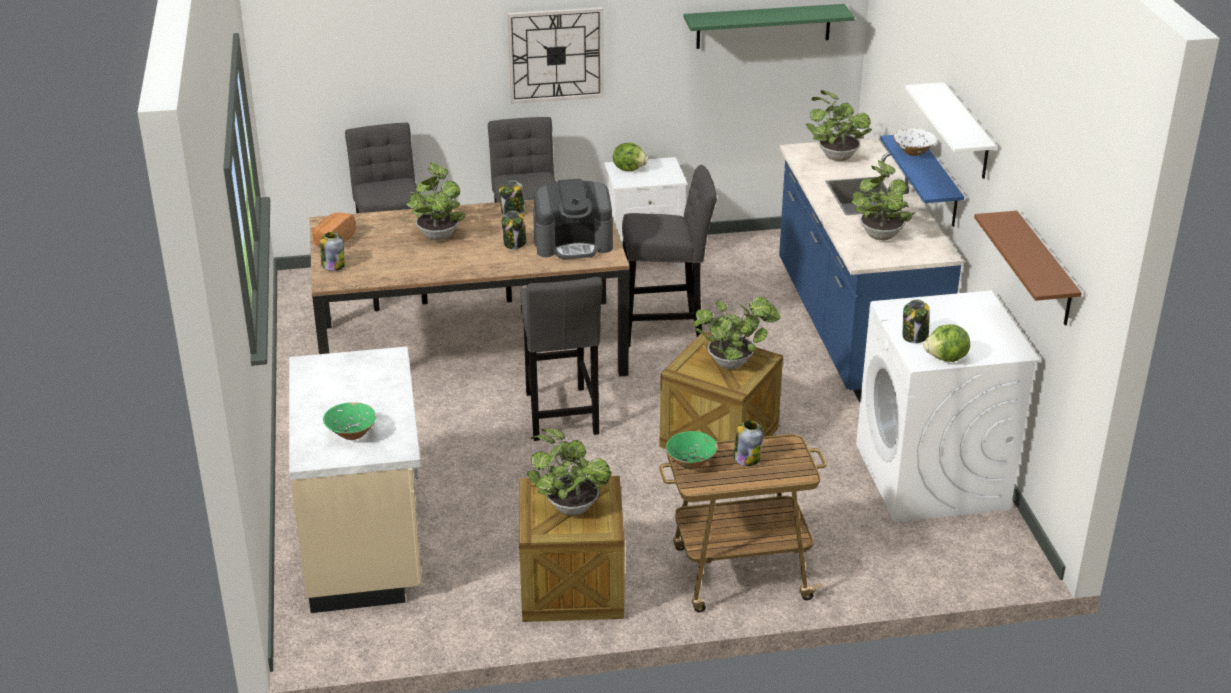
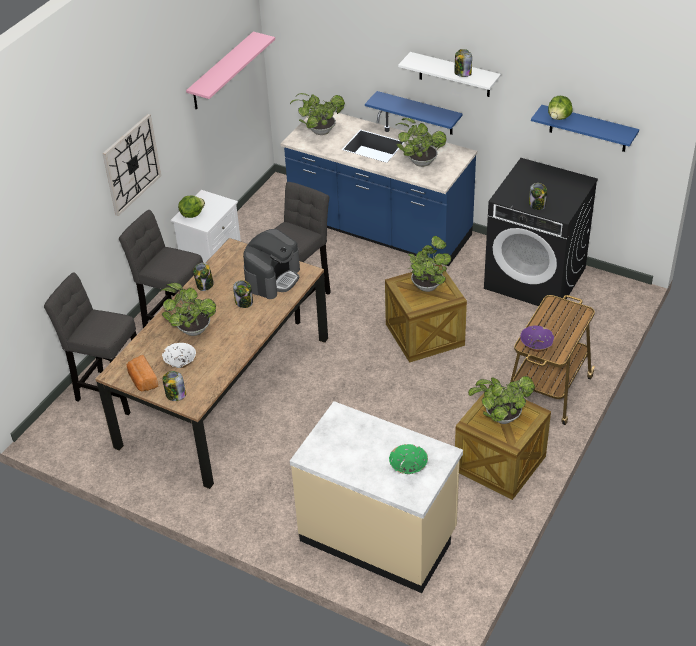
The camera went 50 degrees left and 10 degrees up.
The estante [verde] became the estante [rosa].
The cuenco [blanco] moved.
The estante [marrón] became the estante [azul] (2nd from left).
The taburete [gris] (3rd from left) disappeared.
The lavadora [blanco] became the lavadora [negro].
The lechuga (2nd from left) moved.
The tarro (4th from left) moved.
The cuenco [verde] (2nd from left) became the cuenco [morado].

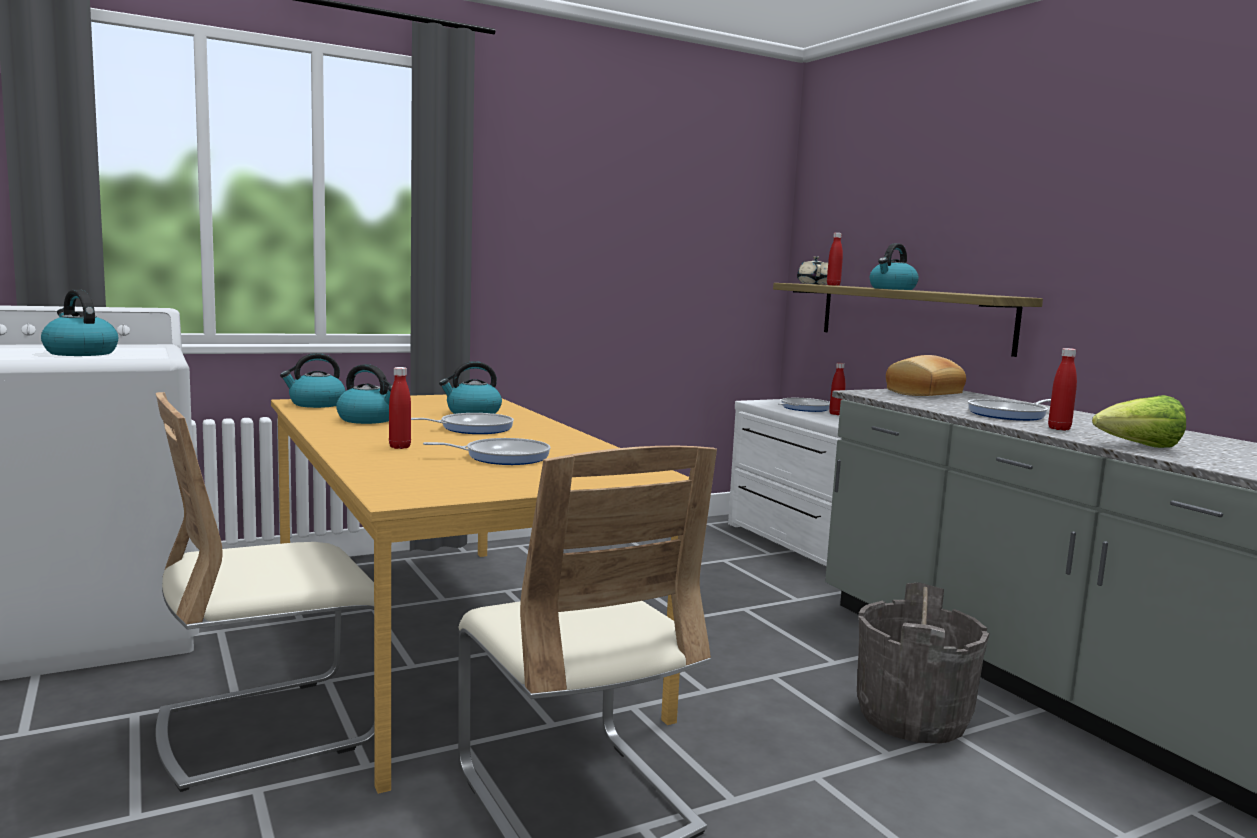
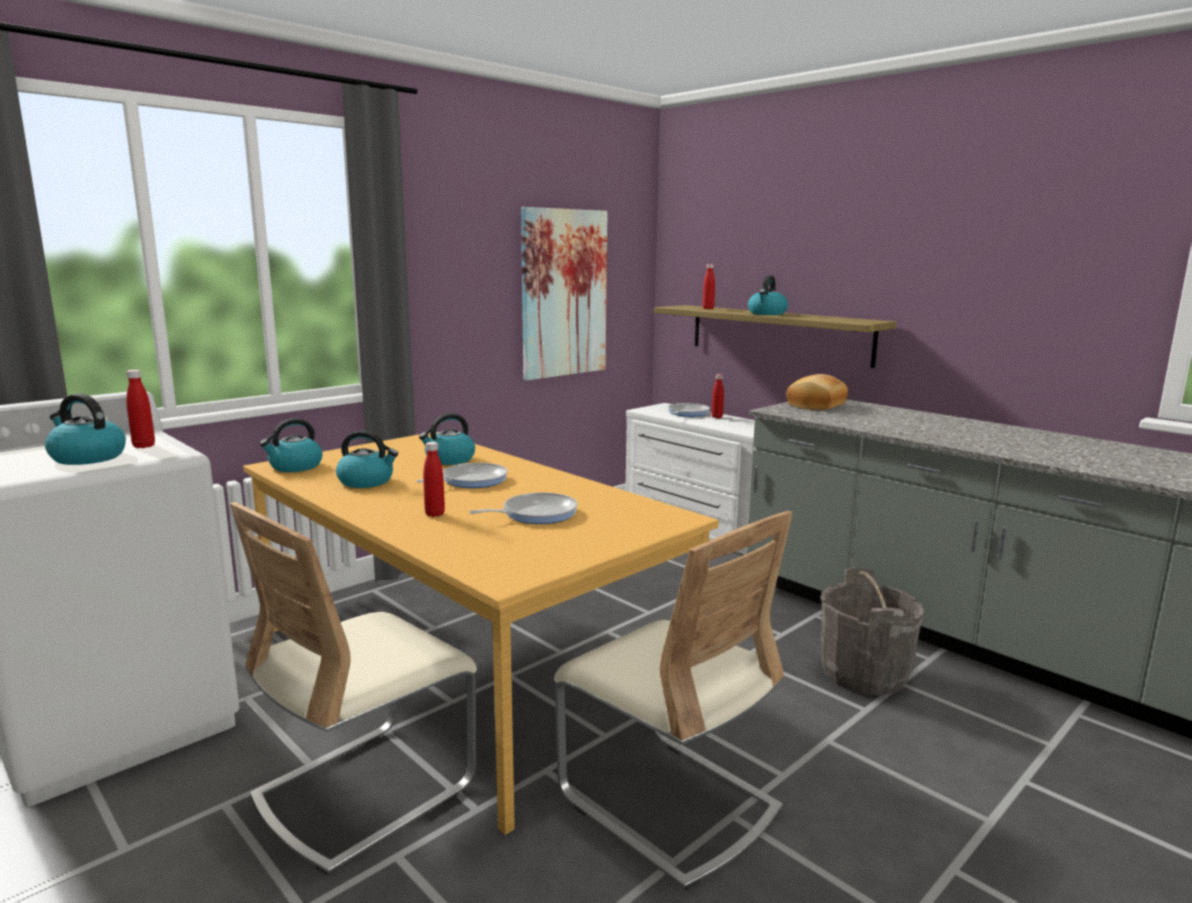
The camera went 15 degrees left and 5 degrees up.
The tetera [beis] disappeared.
The botella [rojo] (4th from left in the first image) moved.
The lechuga disappeared.
The sartén (4th from left) disappeared.
The cuadro appeared.

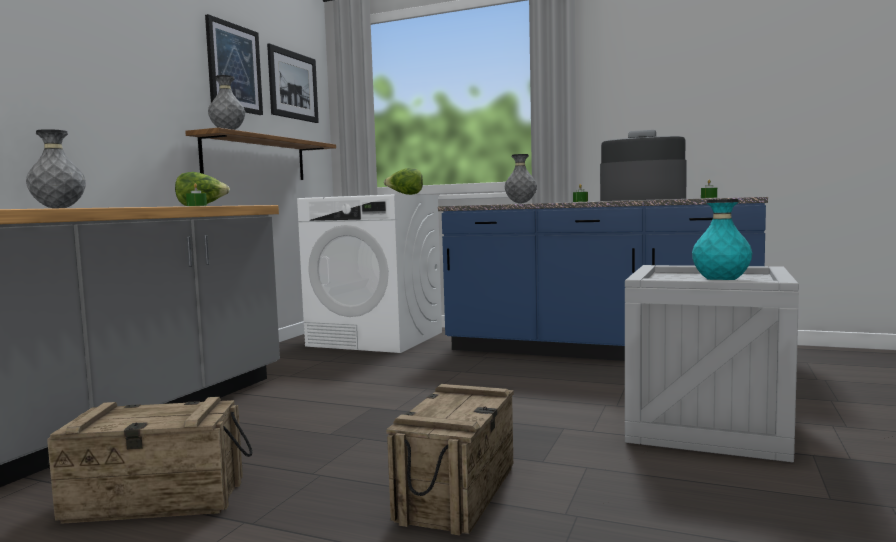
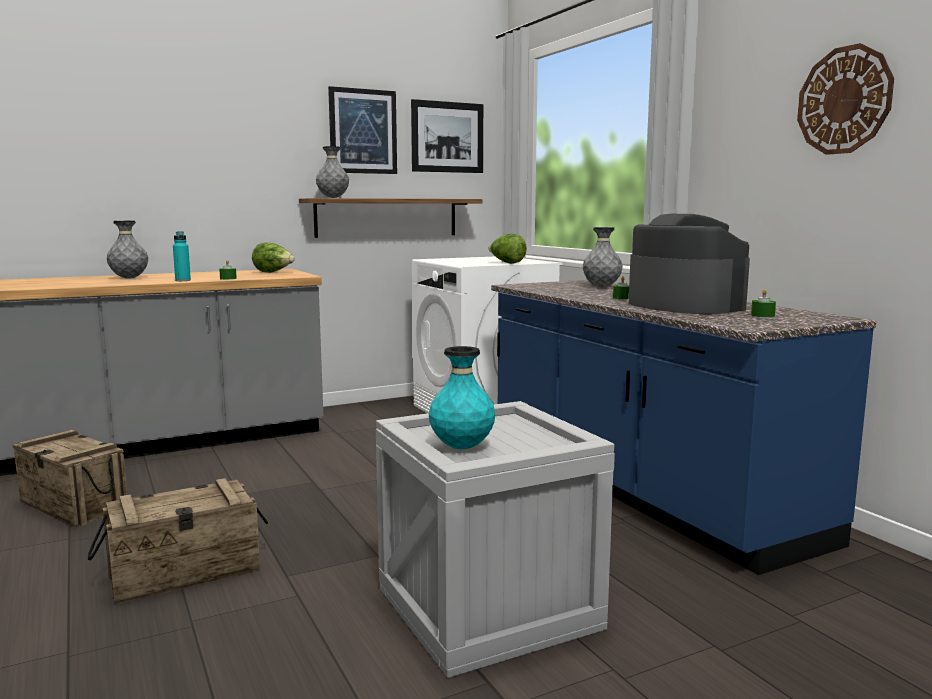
The camera went 40 degrees right and 5 degrees up.
The reloj de pared appeared.
The botella [turquesa] appeared.

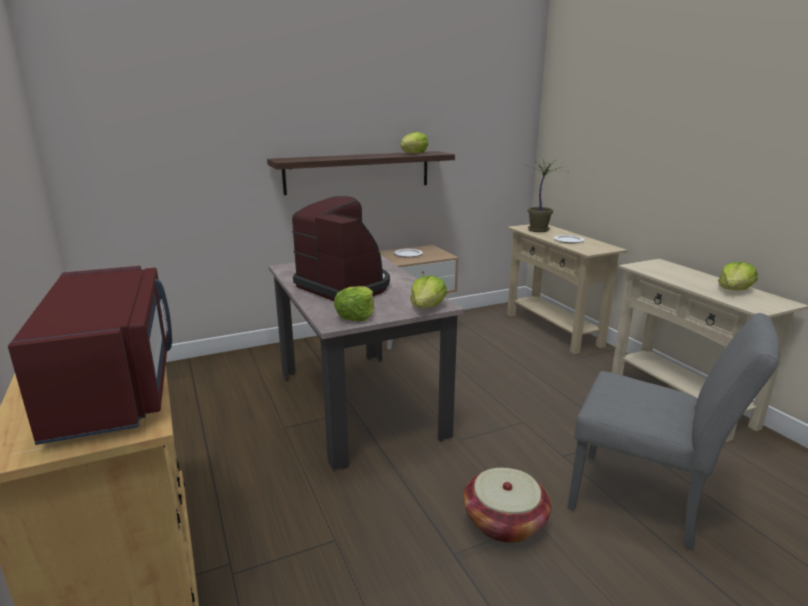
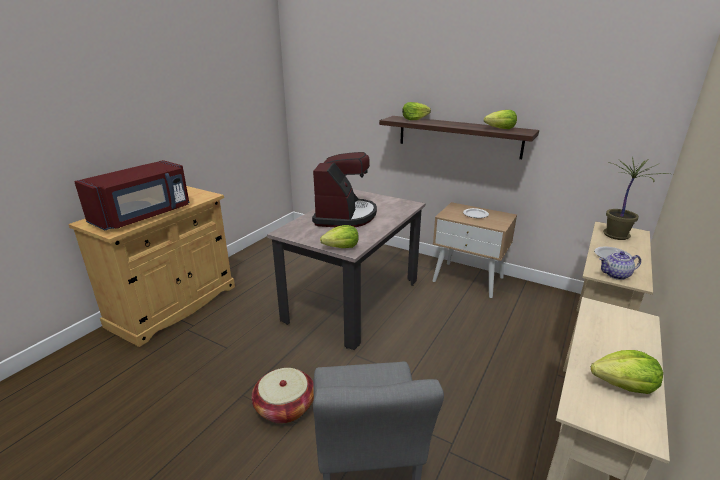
The camera went 55 degrees right and 5 degrees up.
The lechuga (1st from left in the first image) moved.
The tetera appeared.

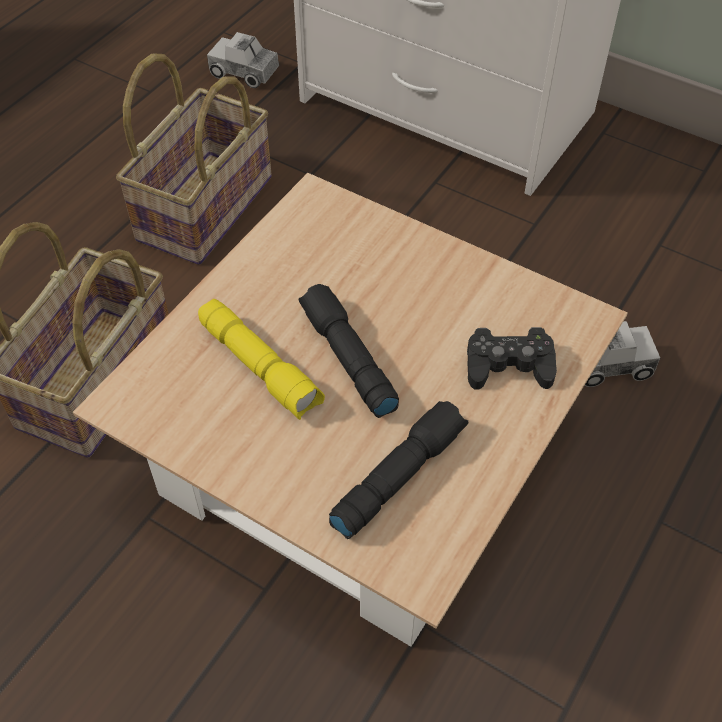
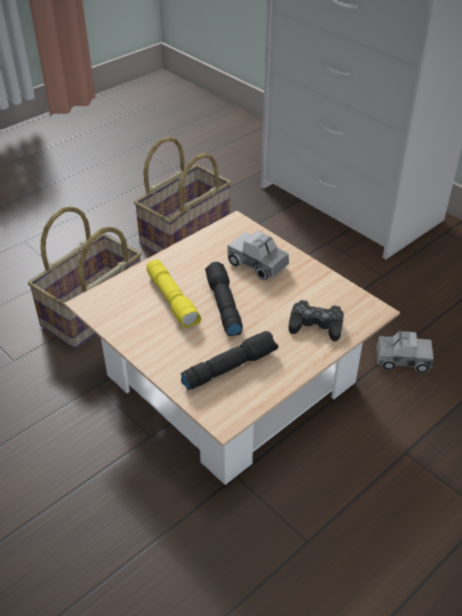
The camera went 15 degrees right and 10 degrees down.
The camión de juguete (1st from left) moved.

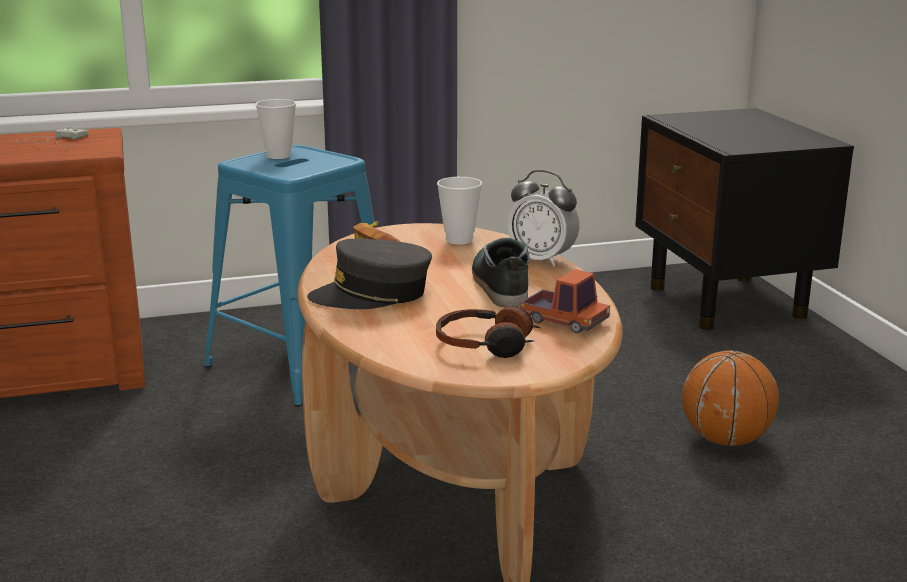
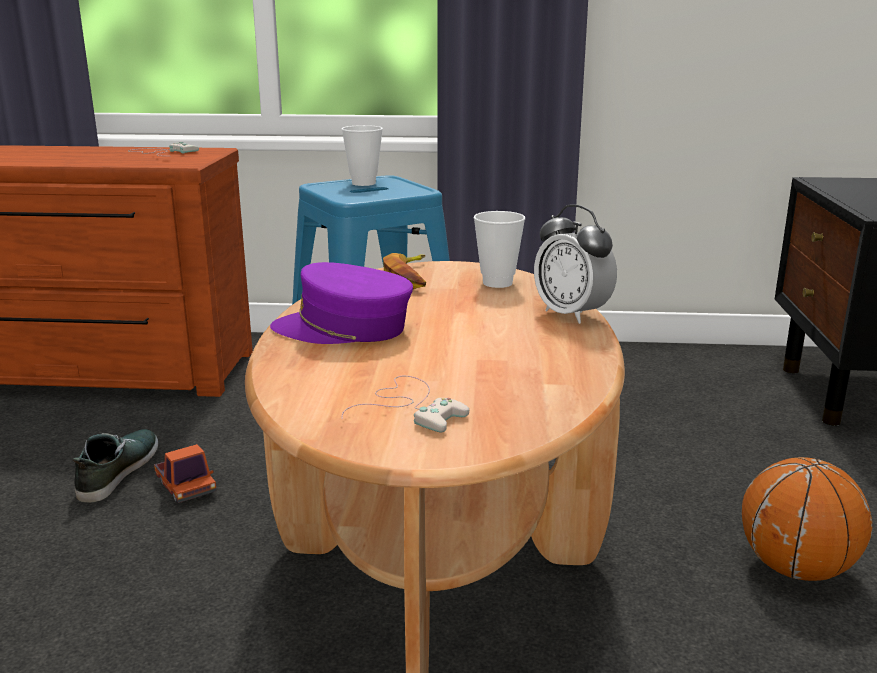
The camera went 20 degrees right and 0 degrees up.
The zapato moved.
The gorra [gris] became the gorra [morado].
The camión de juguete moved.
The auriculares was replaced by the mando de consola [blanco] (2nd from left).

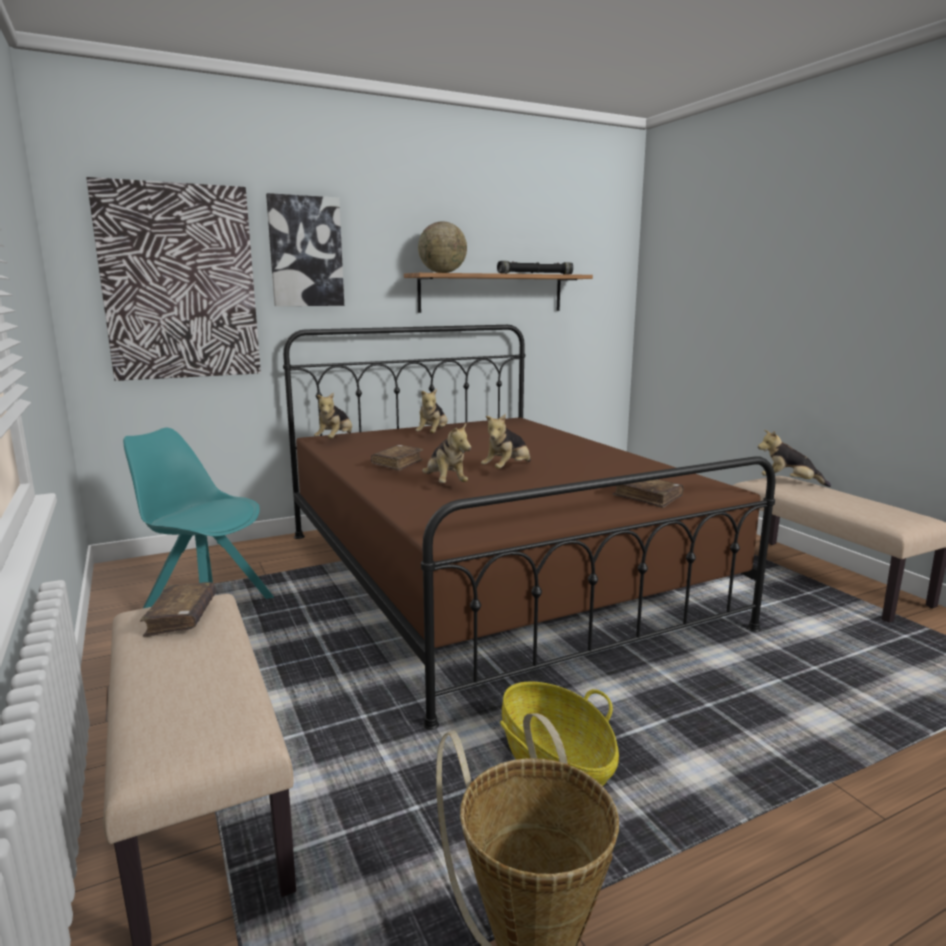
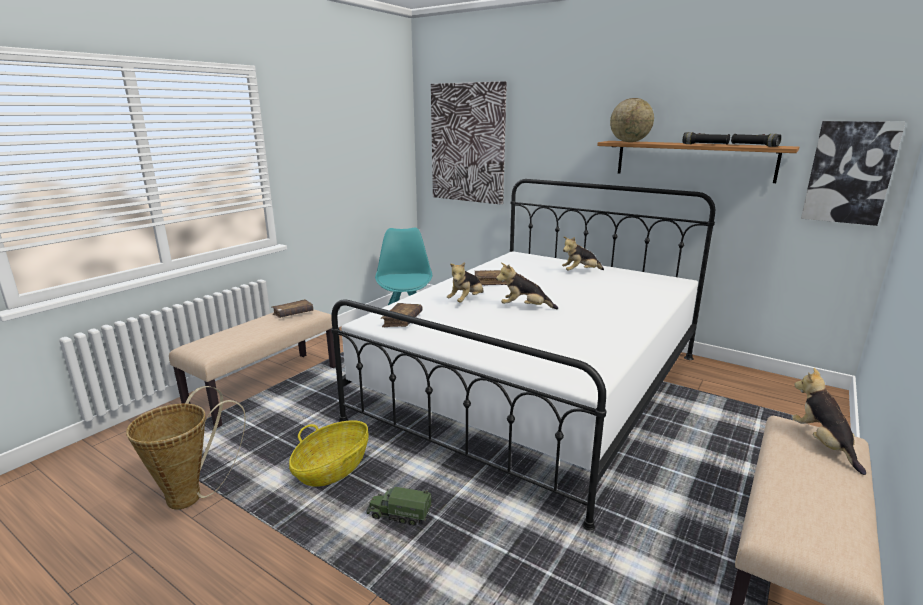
The camera went 60 degrees right and 5 degrees up.
The cuadro (2nd from left) moved.
The cama [marrón] became the cama [blanco].
The peluche (1st from left) disappeared.
The libro [marrón] (3rd from left in the first image) moved.
The camión de juguete appeared.

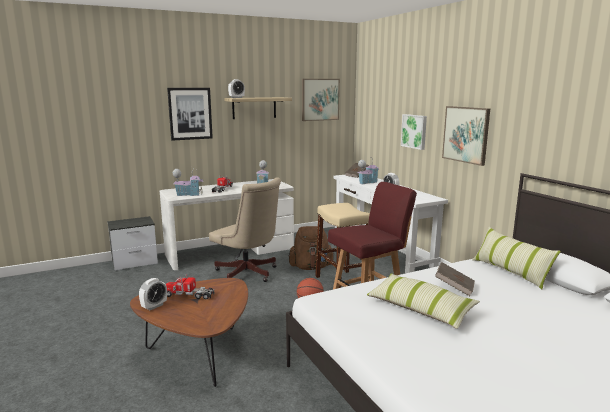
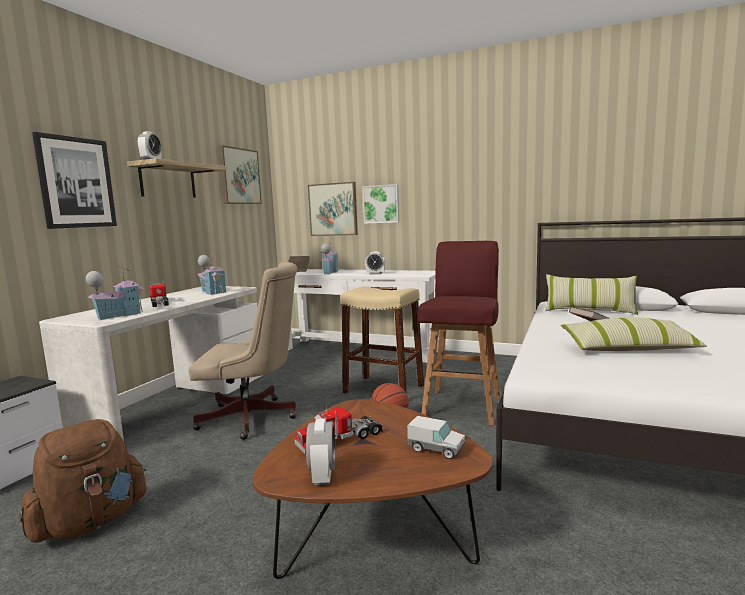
The camera went 40 degrees left and 5 degrees down.
The cuadro (4th from left in the first image) moved.
The mochila [marrón] moved.
The camión de juguete (3rd from left) appeared.

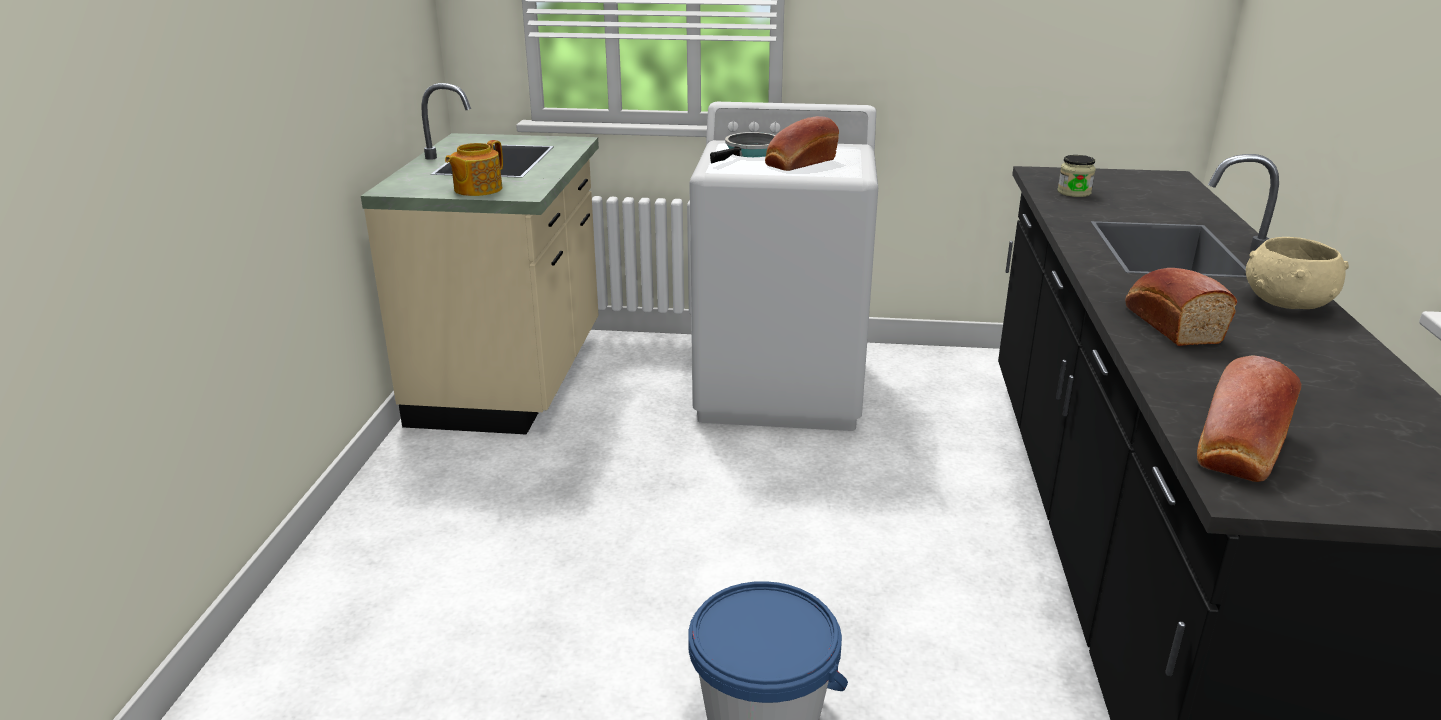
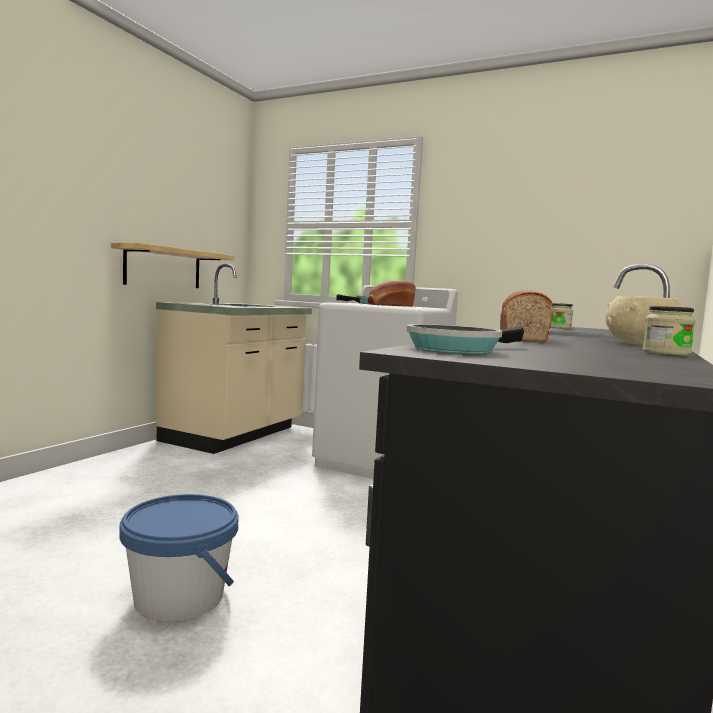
The camera went 20 degrees right and 20 degrees down.
The tetera disappeared.
The pan (3rd from left) was replaced by the sartén (2nd from left).
The estante appeared.
The tarro (2nd from left) appeared.

